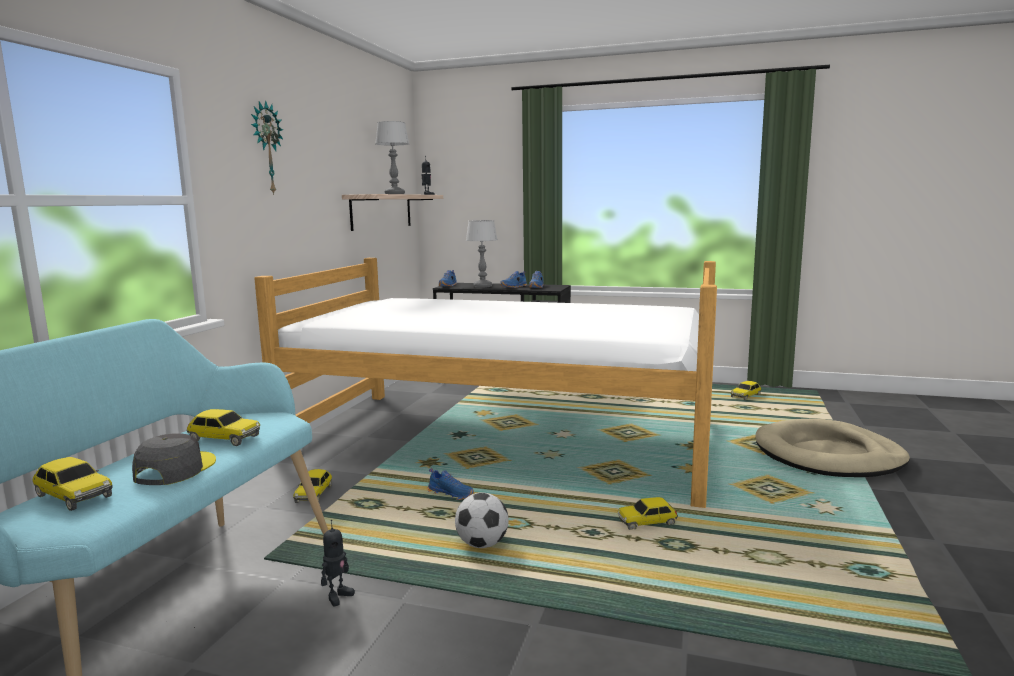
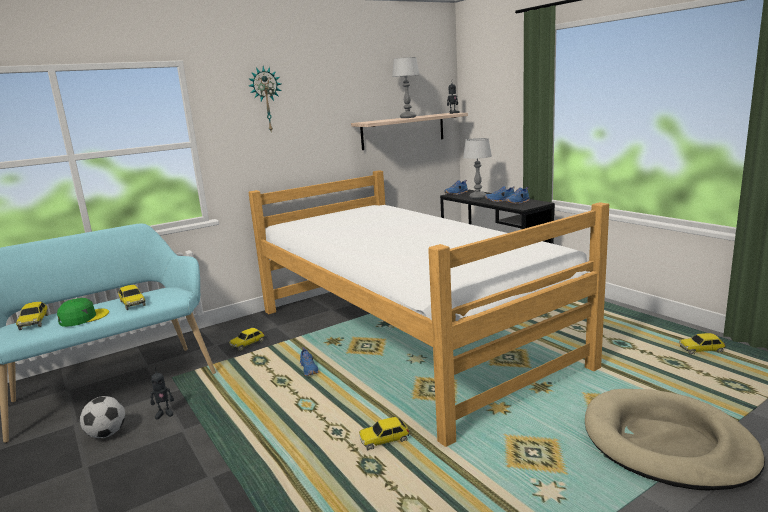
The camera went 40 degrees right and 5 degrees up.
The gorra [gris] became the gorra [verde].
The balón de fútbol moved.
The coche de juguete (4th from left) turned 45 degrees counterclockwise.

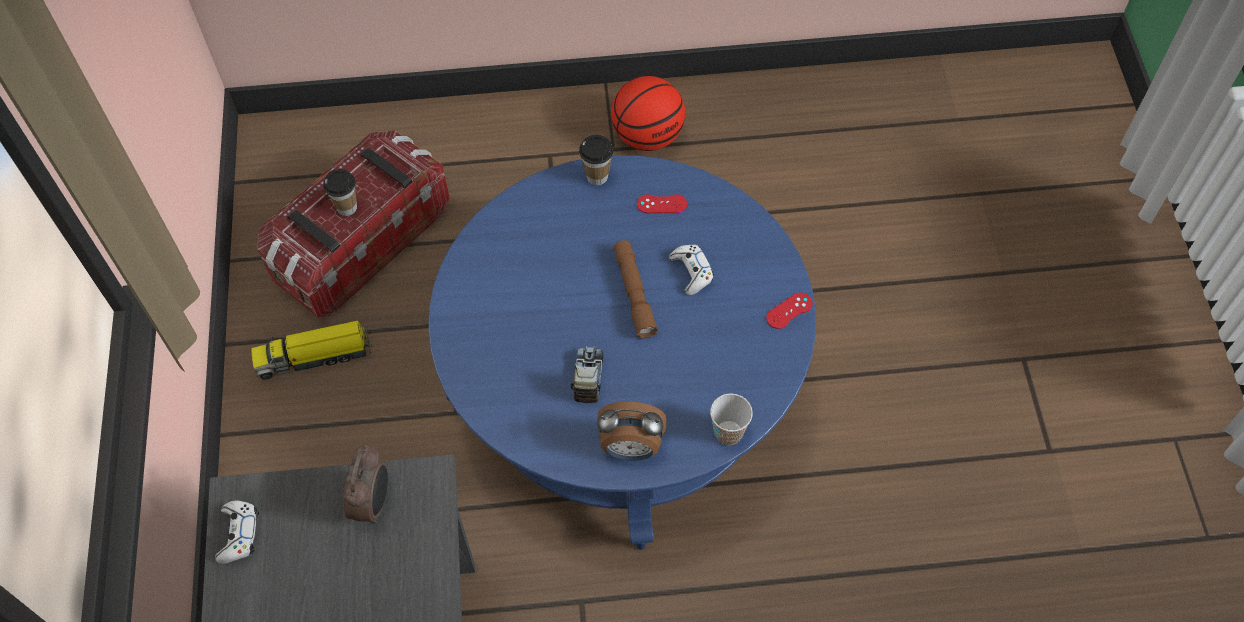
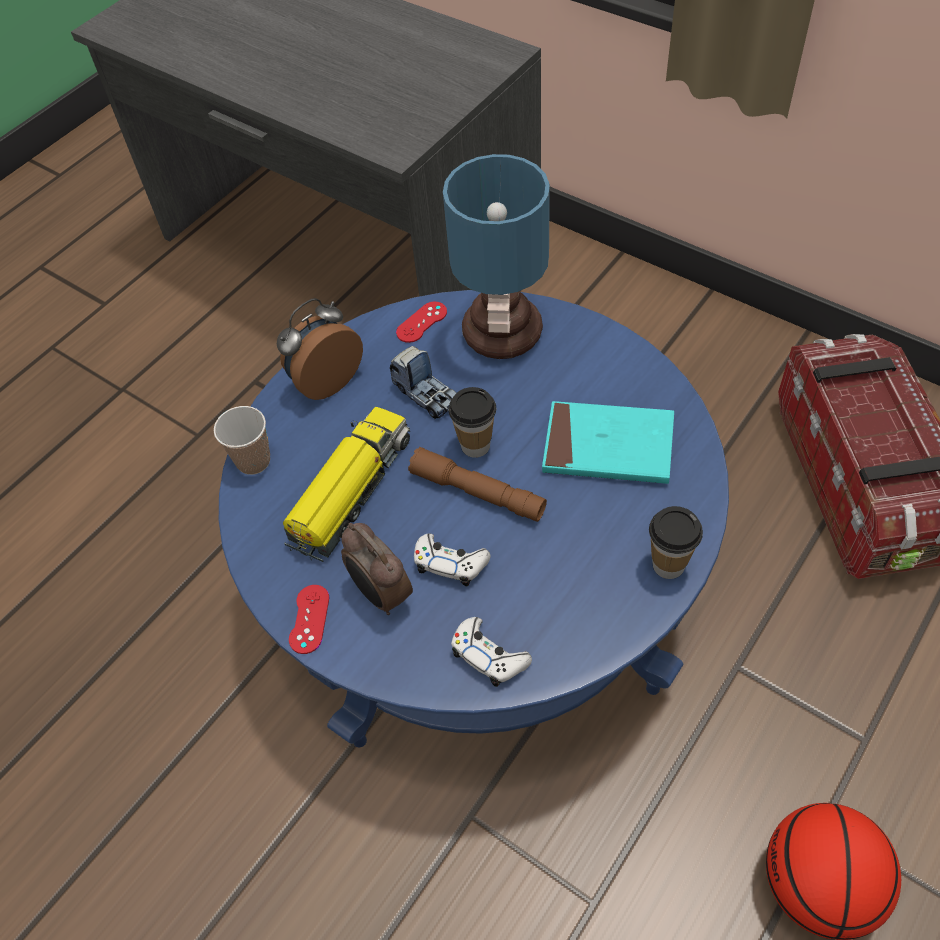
The camera went 135 degrees right and 5 degrees down.
The taza (1st from left in the first image) moved.
The mando de consola [rojo] (1st from left in the first image) moved.
The camión de juguete (1st from left) moved.
The despertador (1st from left in the first image) moved.
The mando de consola [blanco] (1st from left in the first image) moved.
The lámpara de mesa appeared.
The libro [turquesa] appeared.

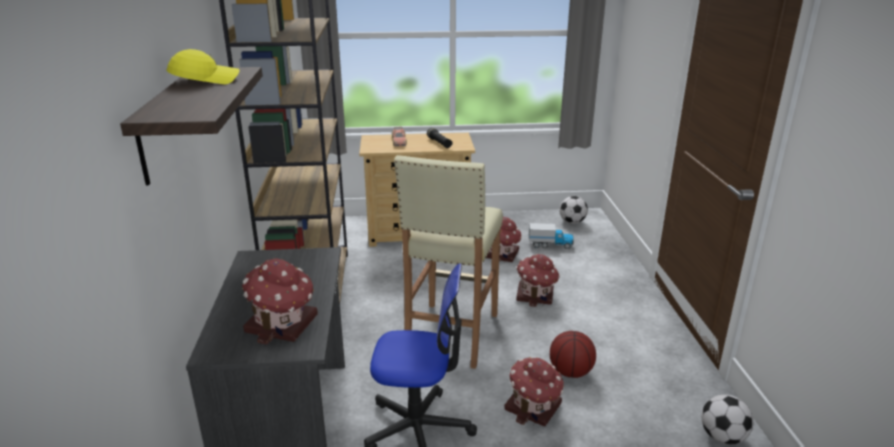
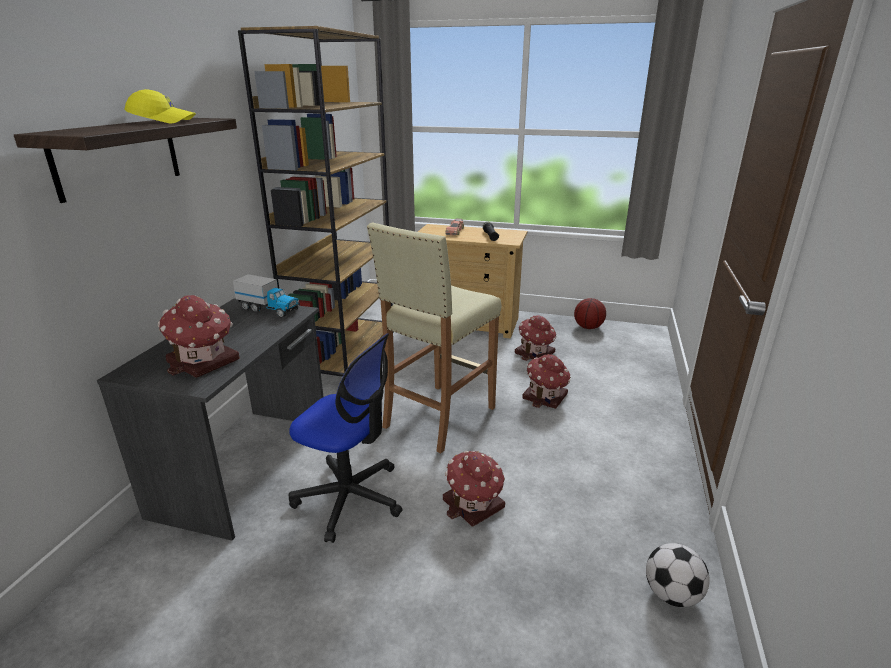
The camera went 20 degrees right and 0 degrees up.
The balón de fútbol (1st from left) disappeared.
The camión de juguete moved.
The balón de baloncesto moved.

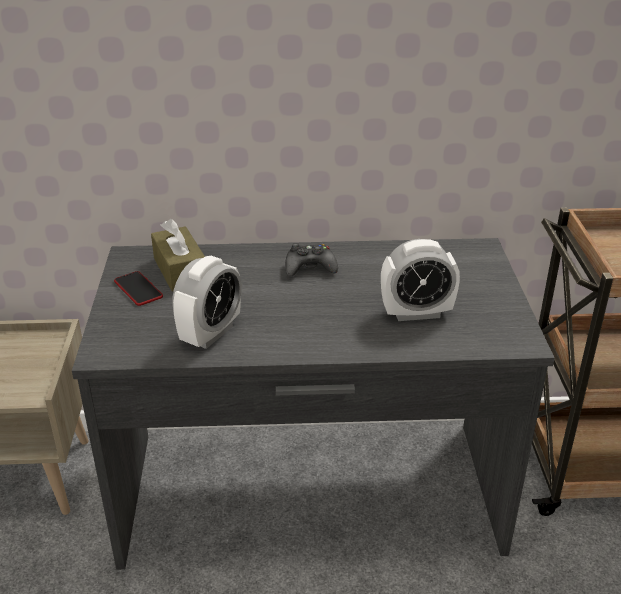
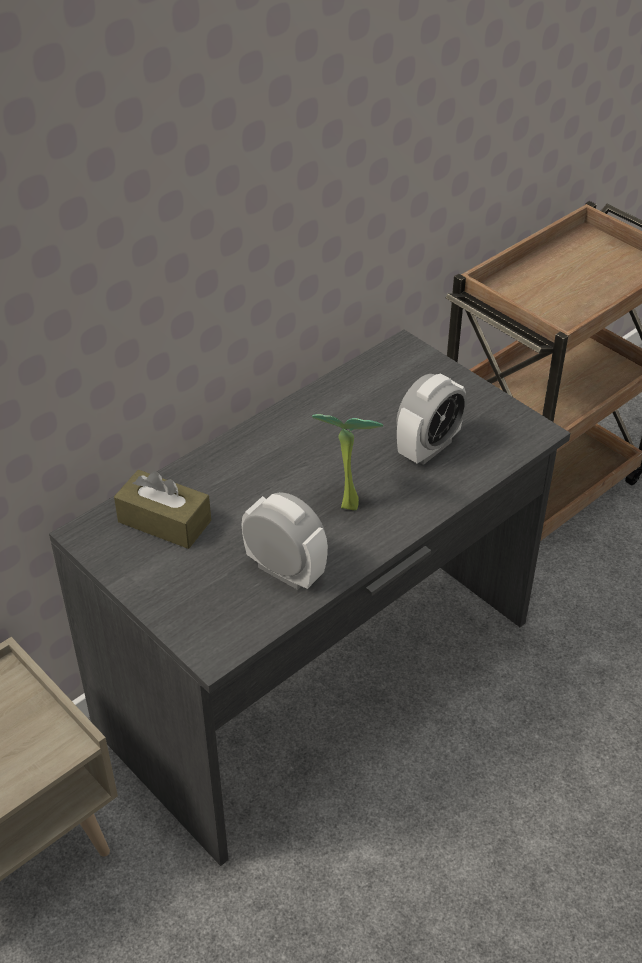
The camera went 40 degrees left and 10 degrees up.
The mando de consola [negro] disappeared.
The despertador (1st from left) turned 45 degrees counterclockwise.
The móvil disappeared.
The planta en maceta appeared.

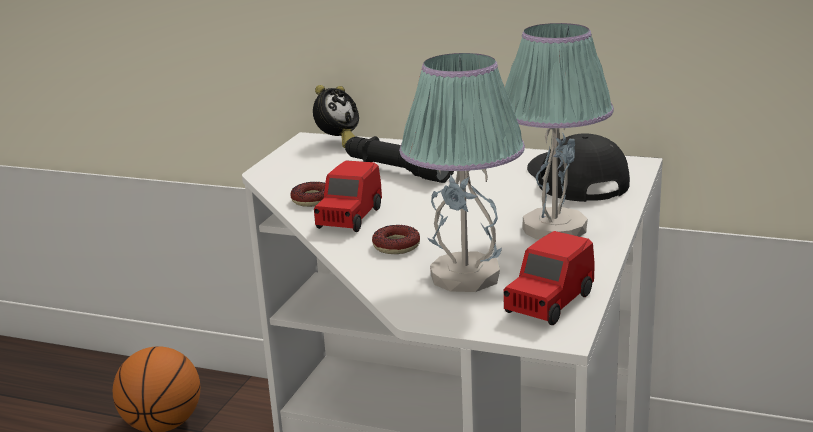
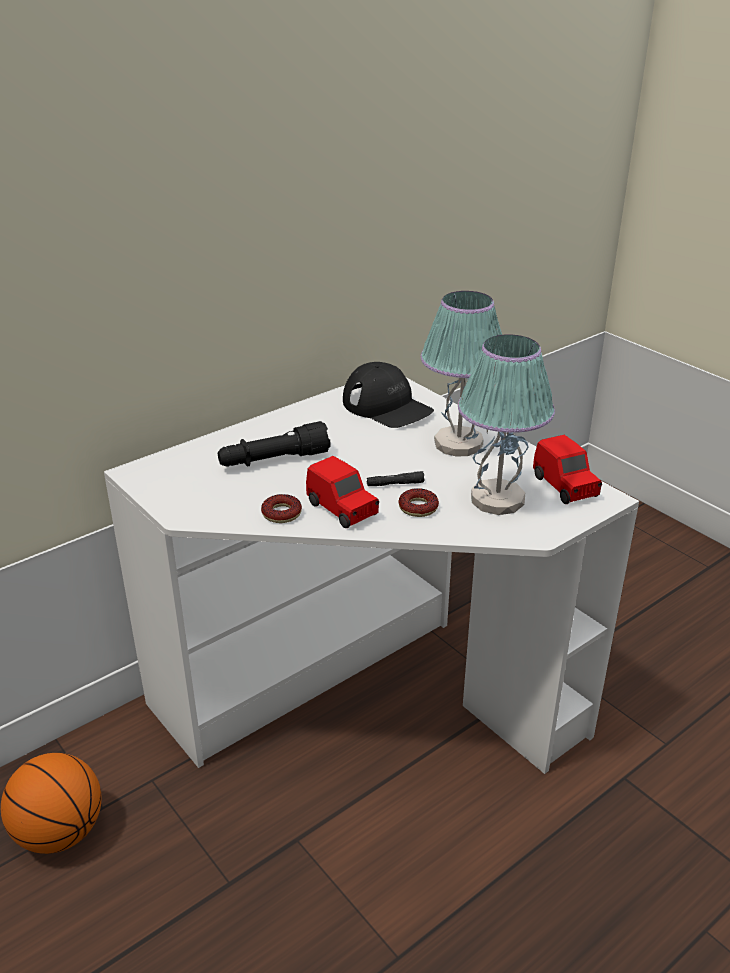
The camera went 60 degrees left and 10 degrees up.
The despertador disappeared.
The gorra [negro] turned 150 degrees counterclockwise.
The linterna [negro] (2nd from left) appeared.

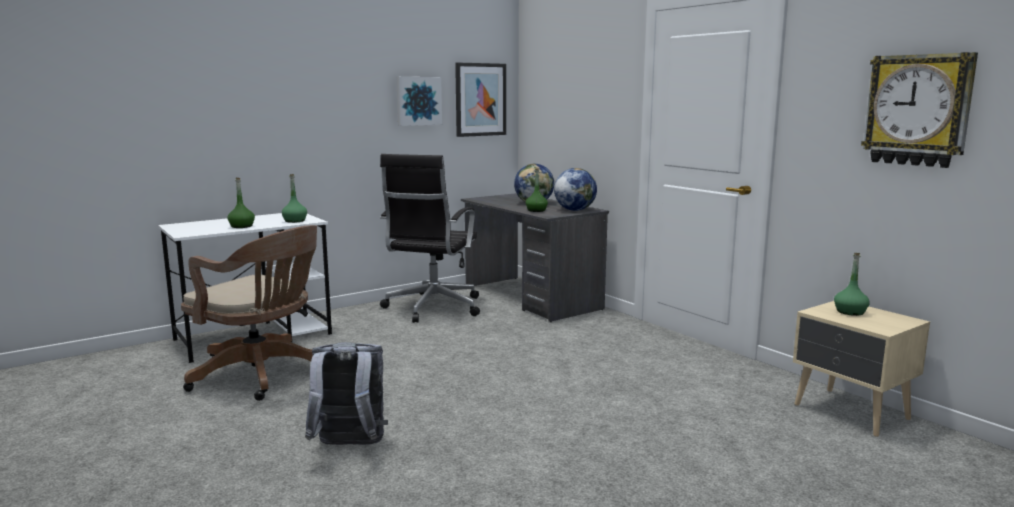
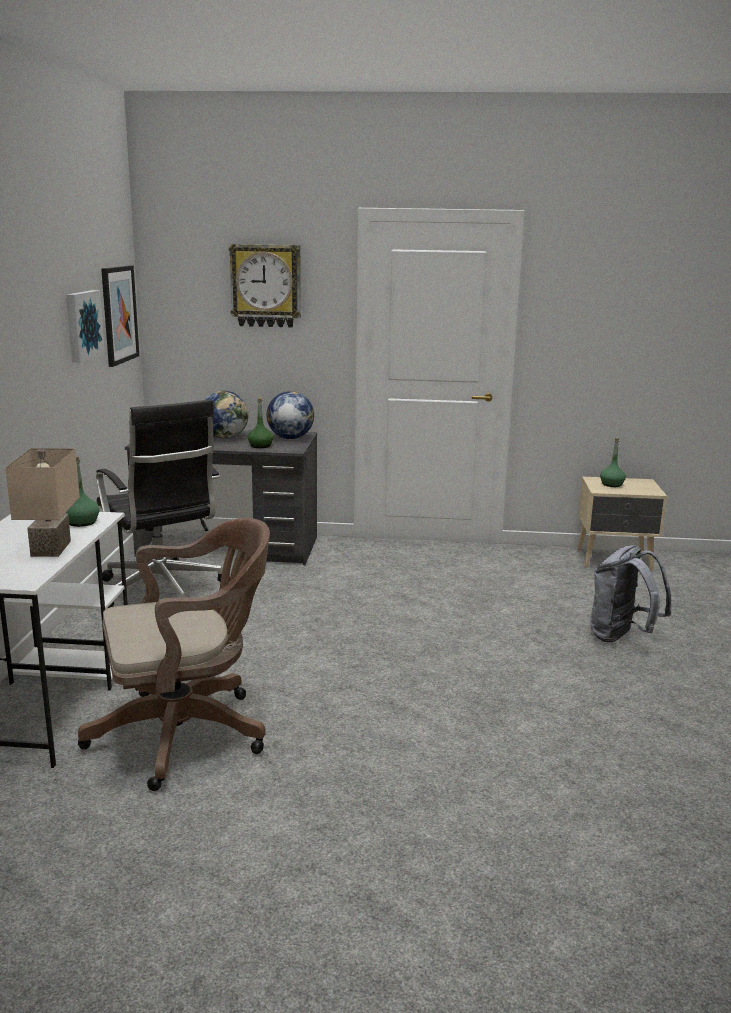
The camera went 50 degrees left and 5 degrees up.
The reloj de pared moved.
The botella [verde] (1st from left) was replaced by the lámpara de mesa [beis].
The mochila [gris] moved.

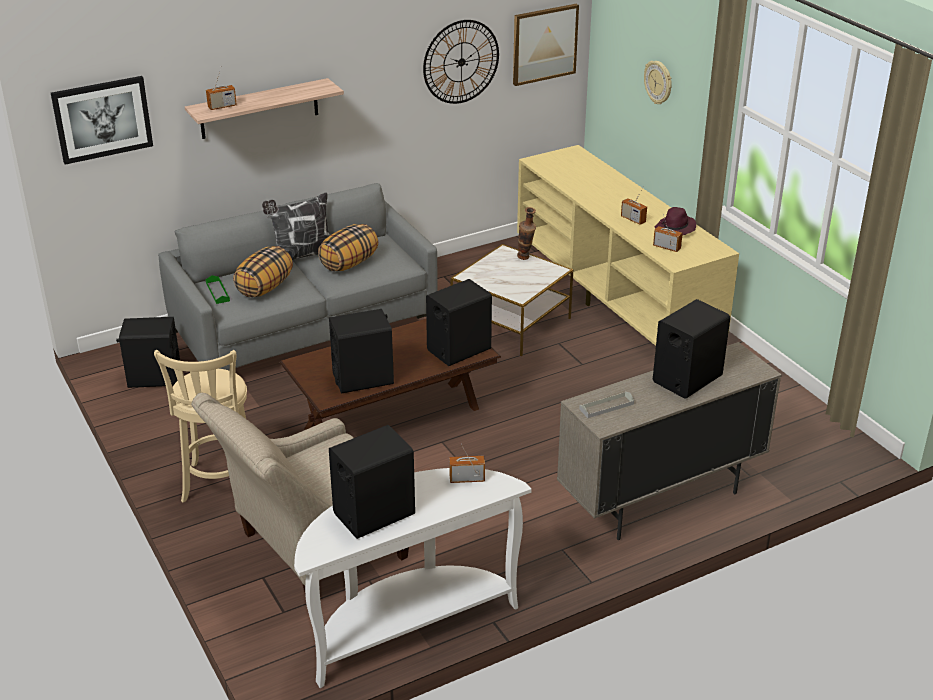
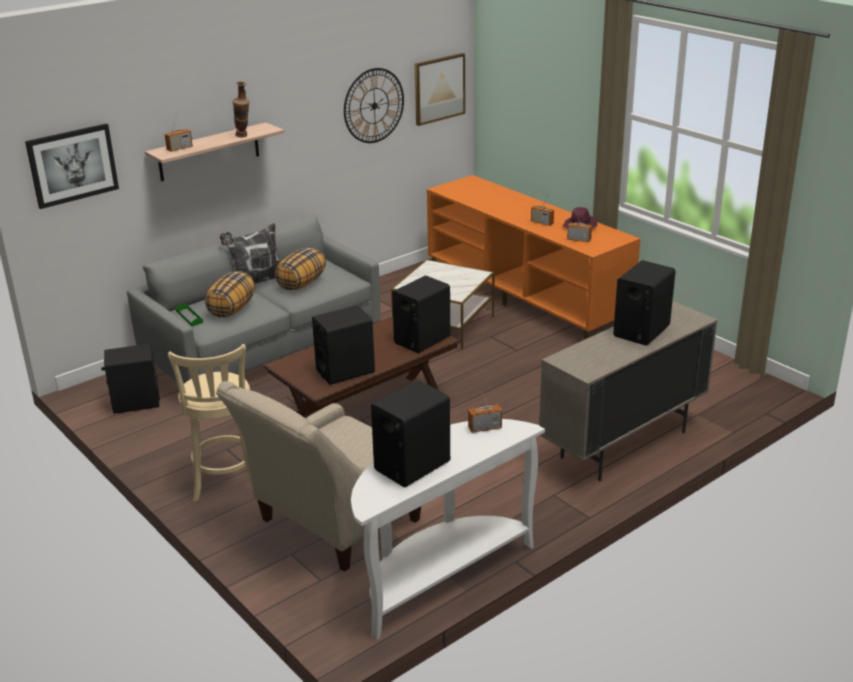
The camera went 10 degrees left and 5 degrees down.
The reloj de pared (2nd from left) disappeared.
The mueble de televisión [beis] became the mueble de televisión [naranja].
The florero moved.
The bandeja [gris] disappeared.

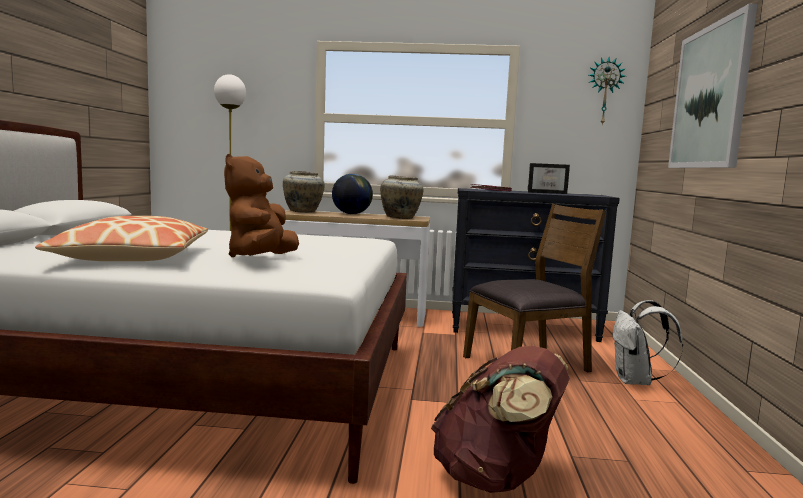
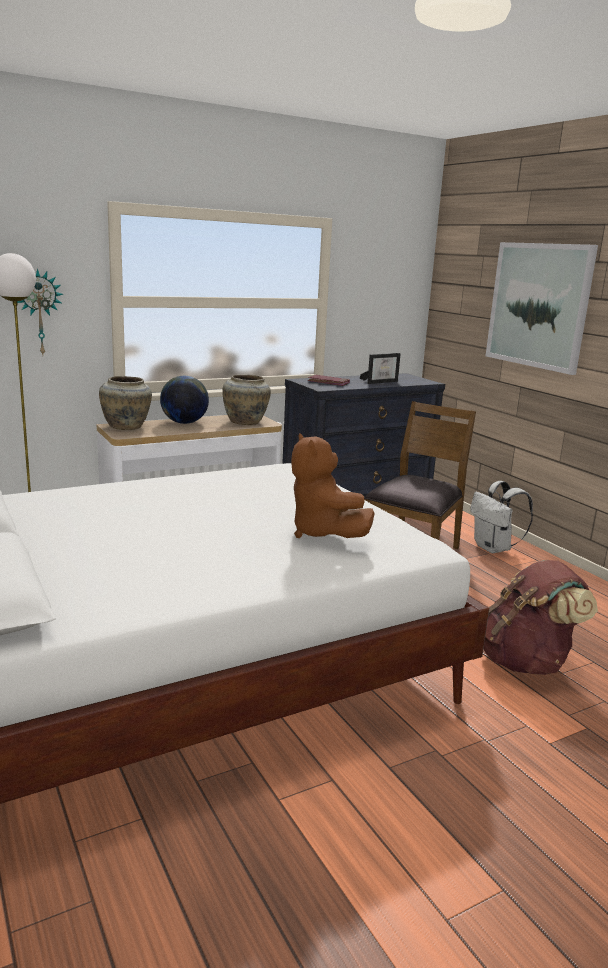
The camera went 35 degrees left and 10 degrees up.
The reloj de pared moved.
The cojín disappeared.

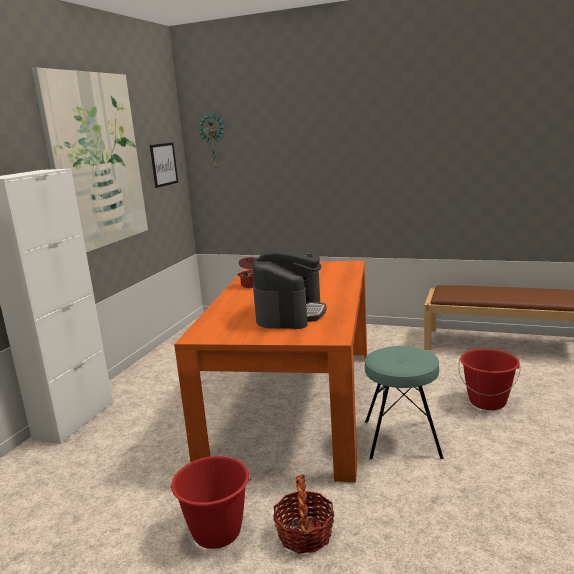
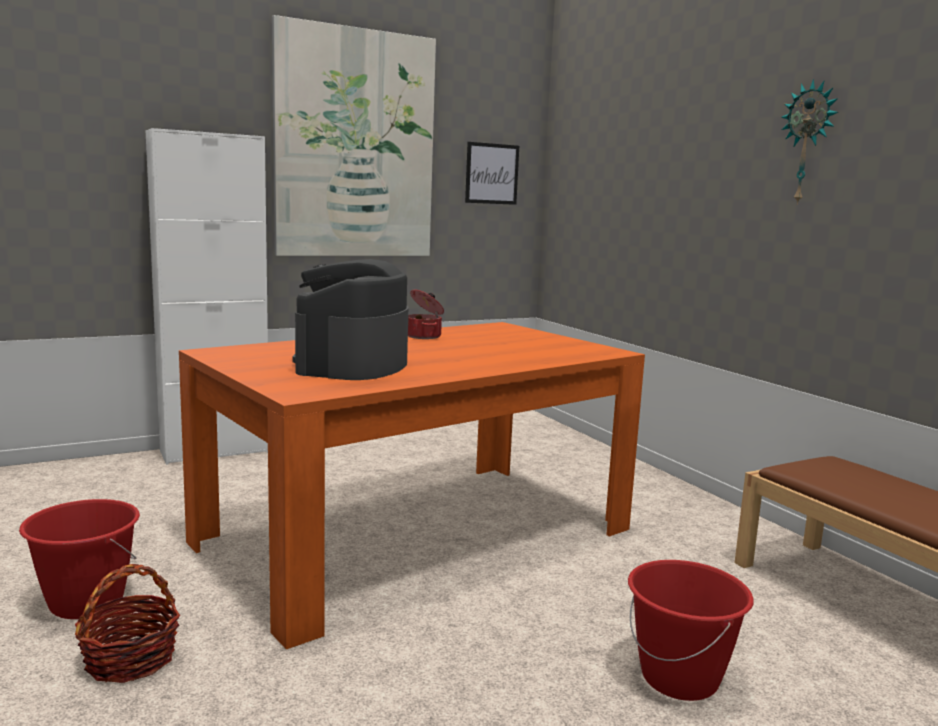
The camera went 40 degrees right and 5 degrees down.
The reloj de pared moved.
The cafetera turned 135 degrees clockwise.
The taburete [turquesa] disappeared.

